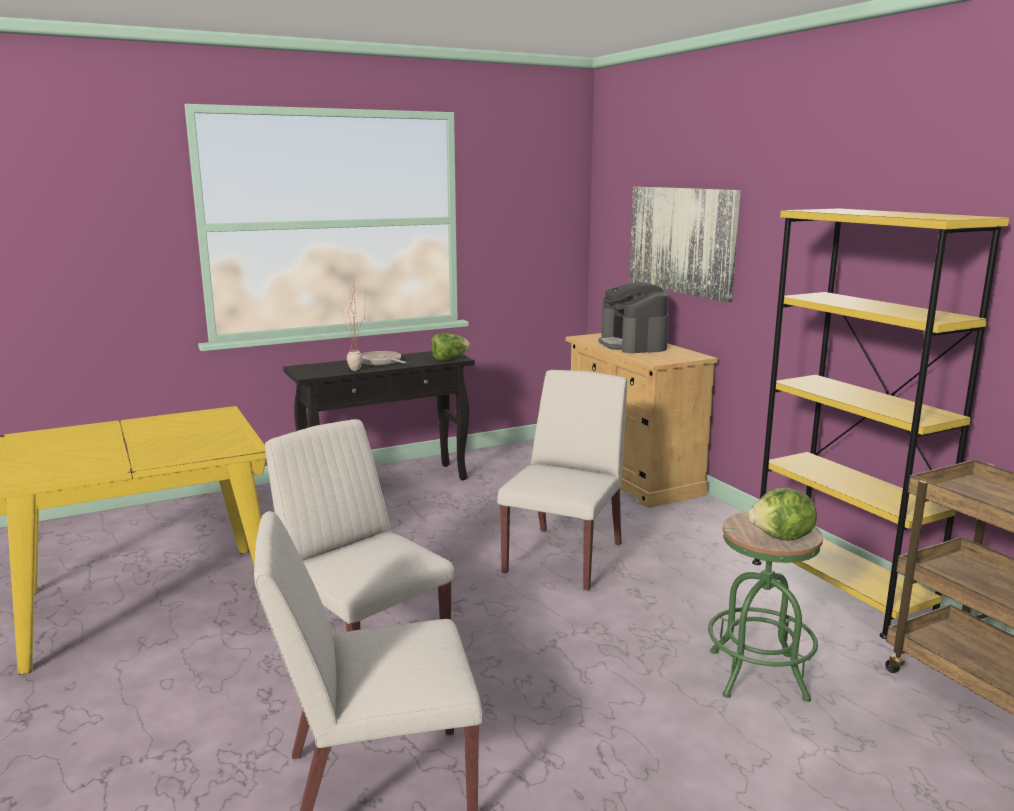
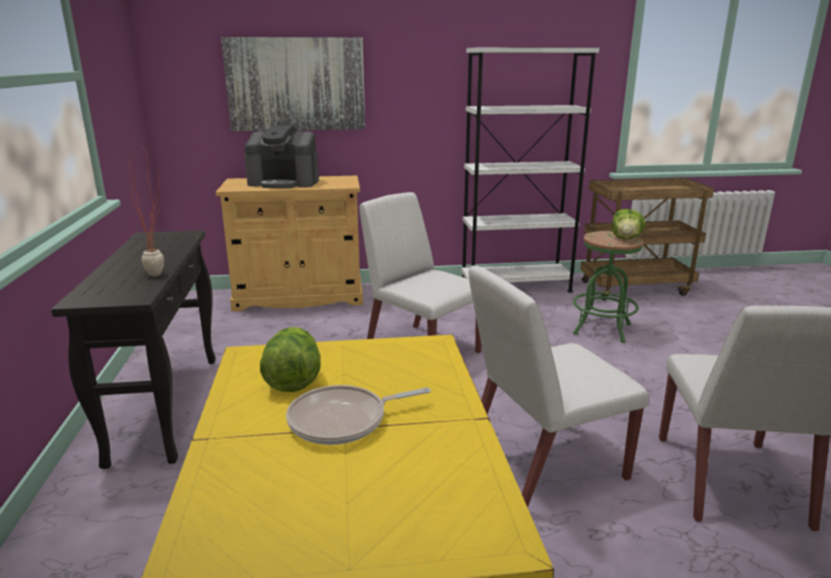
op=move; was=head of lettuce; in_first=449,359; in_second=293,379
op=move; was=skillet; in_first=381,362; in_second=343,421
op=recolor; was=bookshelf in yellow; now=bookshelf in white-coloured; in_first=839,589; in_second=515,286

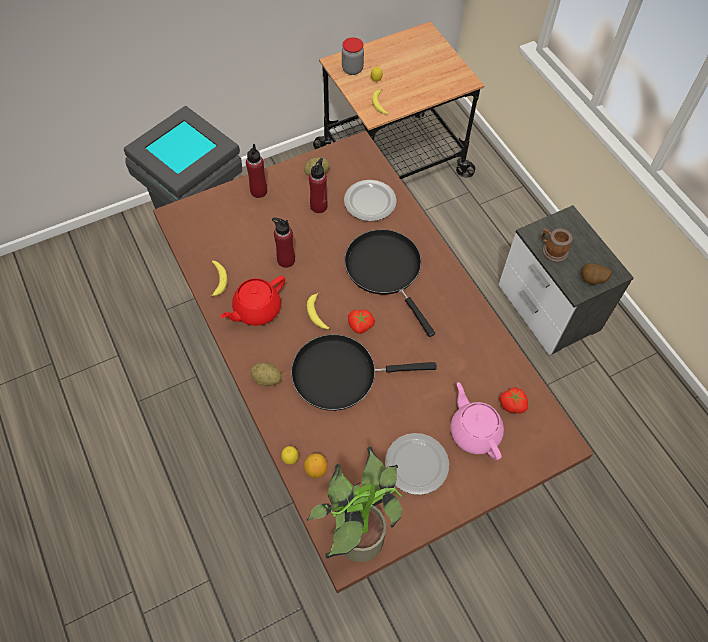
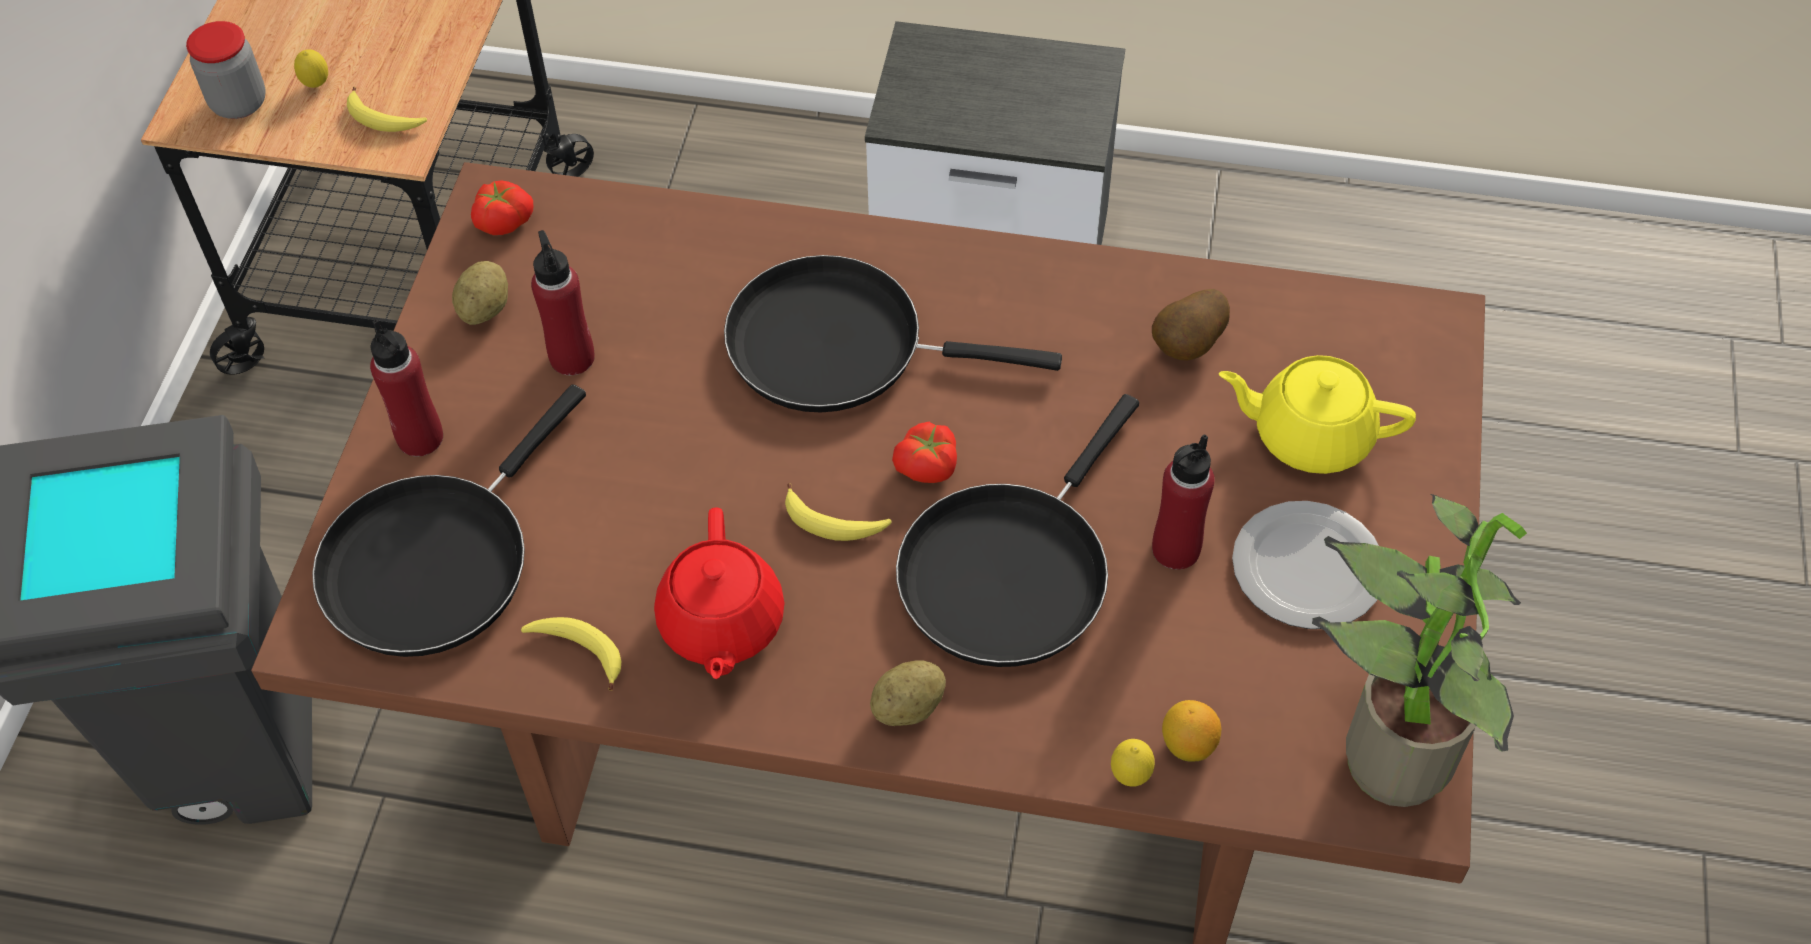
op=insert; now=skillet in black-coloured; in_second=435,561
op=move; was=tomato; in_first=512,403; in_second=503,220
op=move; was=potato; in_first=592,280; in_second=1189,346
op=move; was=beverage bottle in red; in_first=286,260; in_second=1175,549
op=recolor; was=pot for tea in pink; now=pot for tea in yellow; in_first=474,431; in_second=1309,435
op=delete; was=flat dish; in_first=371,202
op=delete; was=coffee mug; in_first=552,250

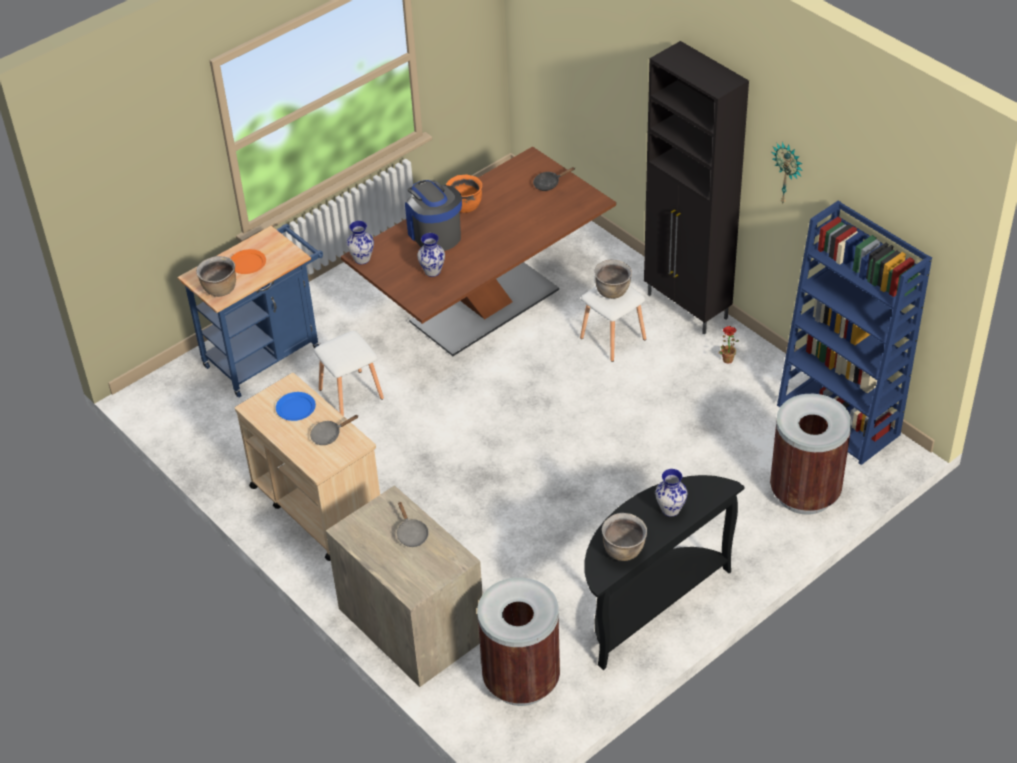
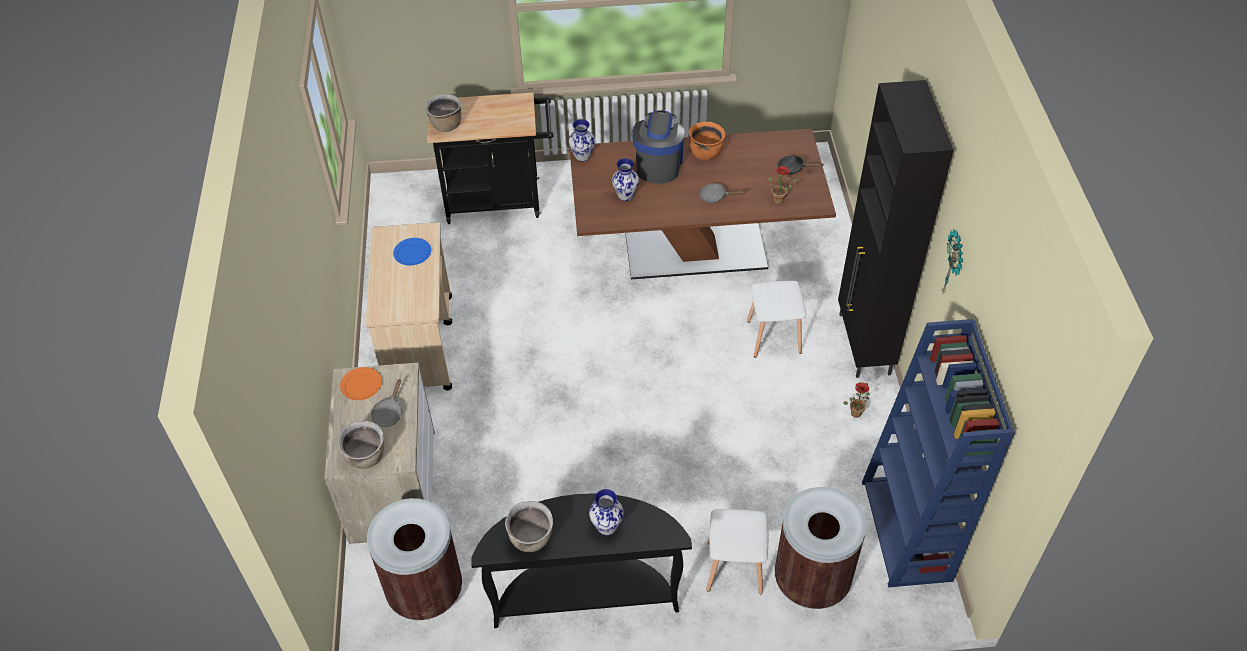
op=move; was=saucepot in brownish; in_first=612,292; in_second=366,457
op=move; was=flat dish in orange-coloured; in_first=248,263; in_second=361,385
op=recolor; was=trolley in bluish; now=trolley in black-coloured; in_first=268,354; in_second=500,201
op=move; was=skillet in greyish; in_first=329,435; in_second=715,196
op=move; was=sitting stool in white-coloured; in_first=350,393; in_second=734,566
op=insert; now=plant in a pot; in_second=780,200

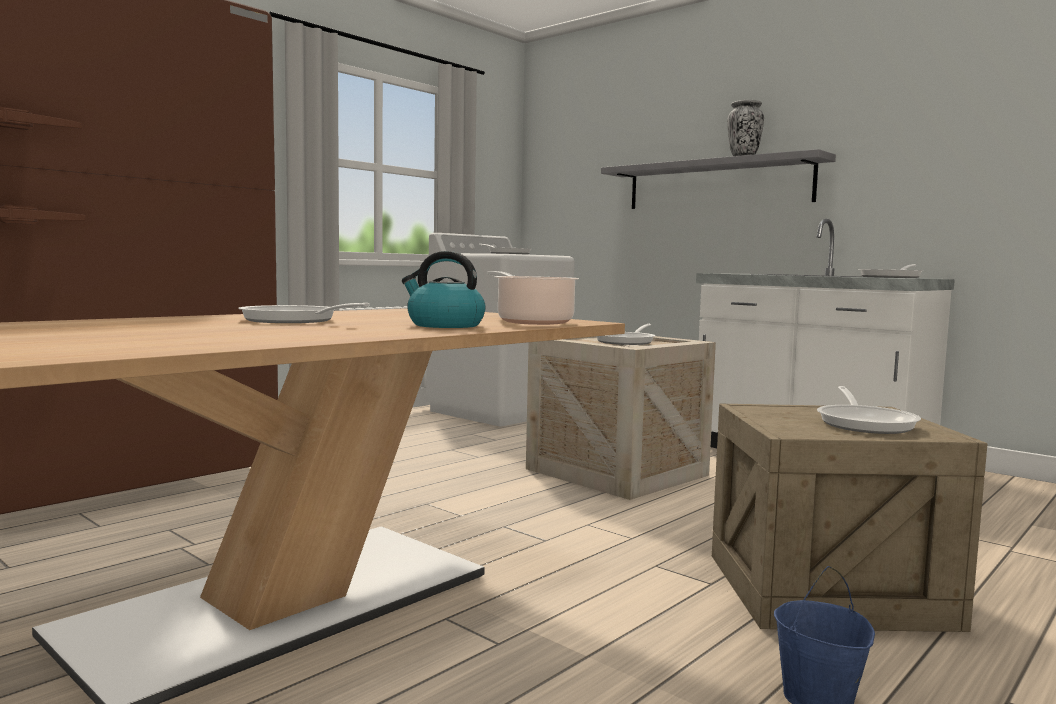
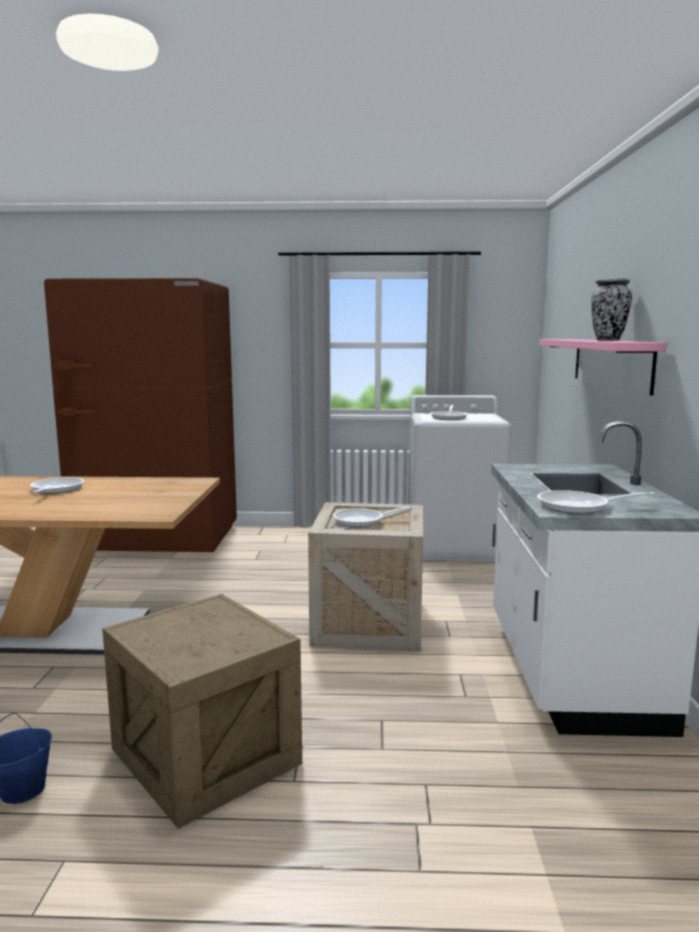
op=recolor; was=wall shelf in greyish; now=wall shelf in pink; in_first=717,184; in_second=610,363
op=delete; was=kettle; in_first=444,325
op=delete; was=saucepot; in_first=532,322
op=delete; was=skillet; in_first=865,423

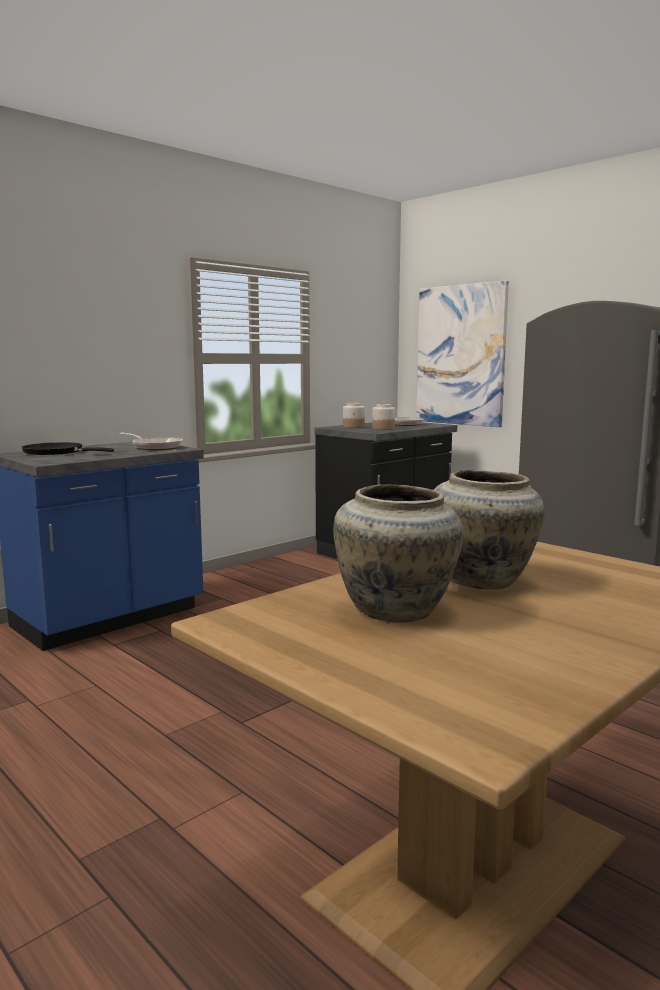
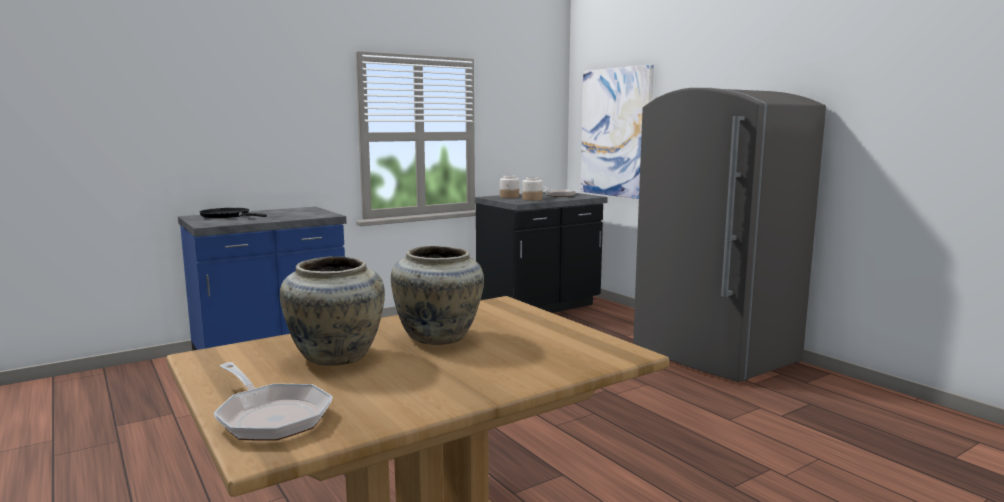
op=move; was=skillet; in_first=154,447; in_second=270,416

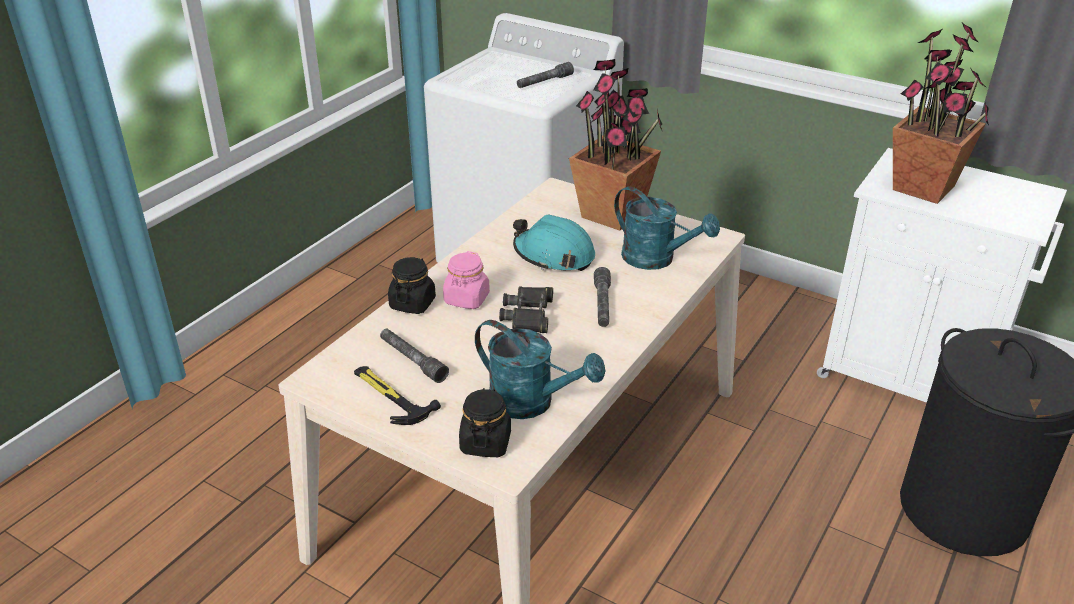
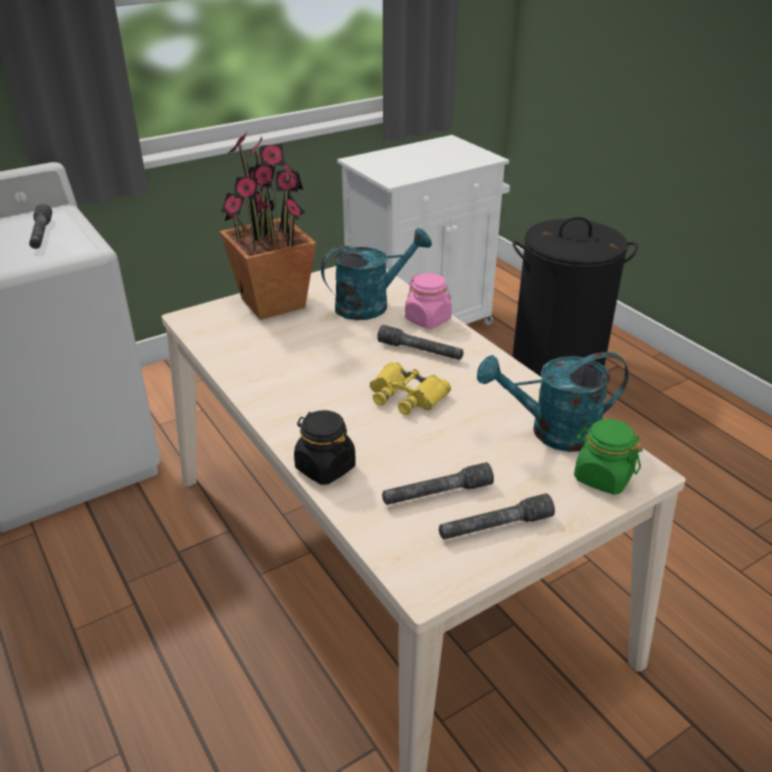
op=recolor; was=binoculars in black-coloured; now=binoculars in yellow; in_first=529,314; in_second=406,395
op=move; was=jar in pink; in_first=466,299; in_second=428,319
op=replace; was=hammer; now=flashlight in greyish; in_first=390,396; in_second=494,526
op=rotate; was=sprinkling can in blue-green; in_first=532,403; in_second=552,432; clockwise=-150
op=recolor; was=jar in black-coloured; now=jar in green; in_first=485,442; in_second=602,477
op=delete; was=hard hat in blue-green; in_first=554,255
op=delete; was=plant in a pot; in_first=923,188

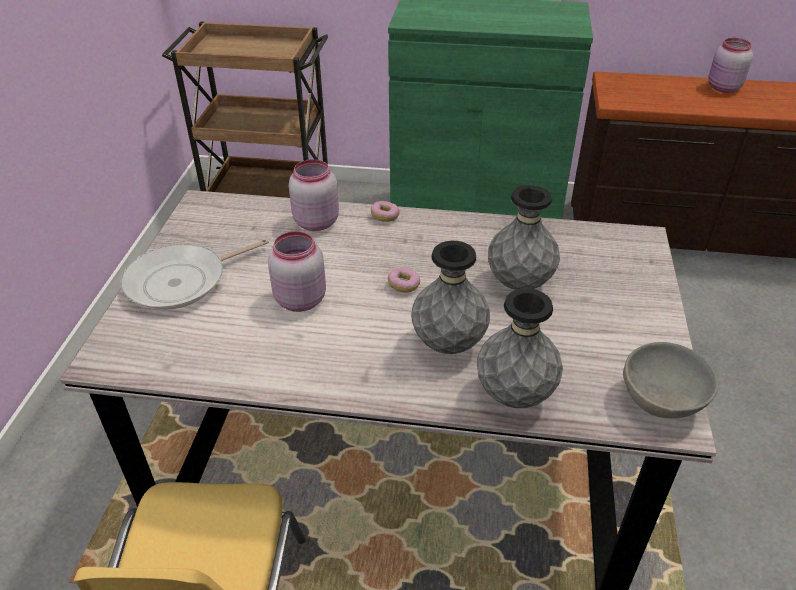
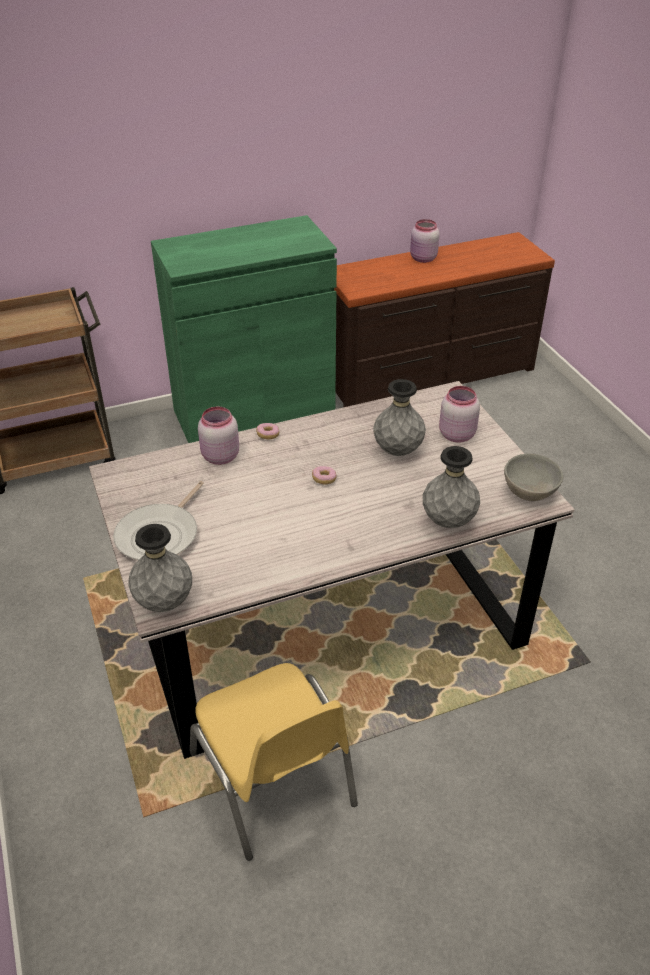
op=move; was=decorative vase in greyish; in_first=448,344; in_second=164,603
op=move; was=jar in pink; in_first=300,299; in_second=455,434

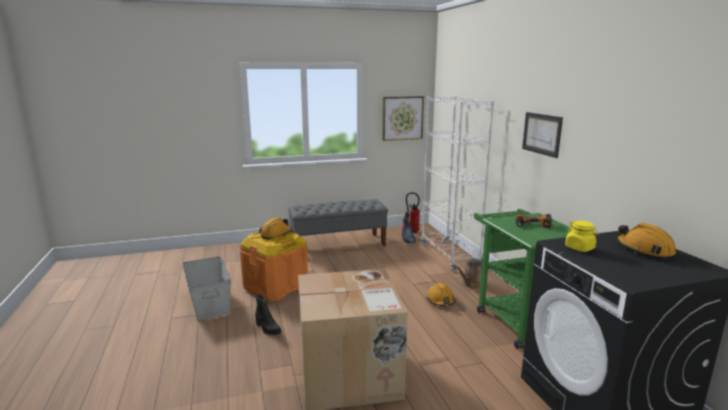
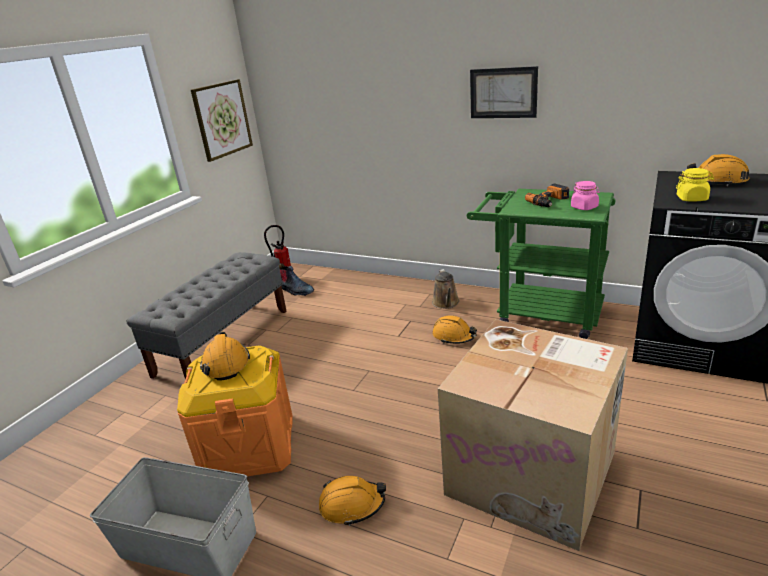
op=replace; was=boot in black-coloured; now=hard hat in orange-coloured; in_first=267,329; in_second=352,505
op=insert; now=jar in pink; in_second=584,207
op=delete; was=bookshelf in white-coloured; in_first=449,256

